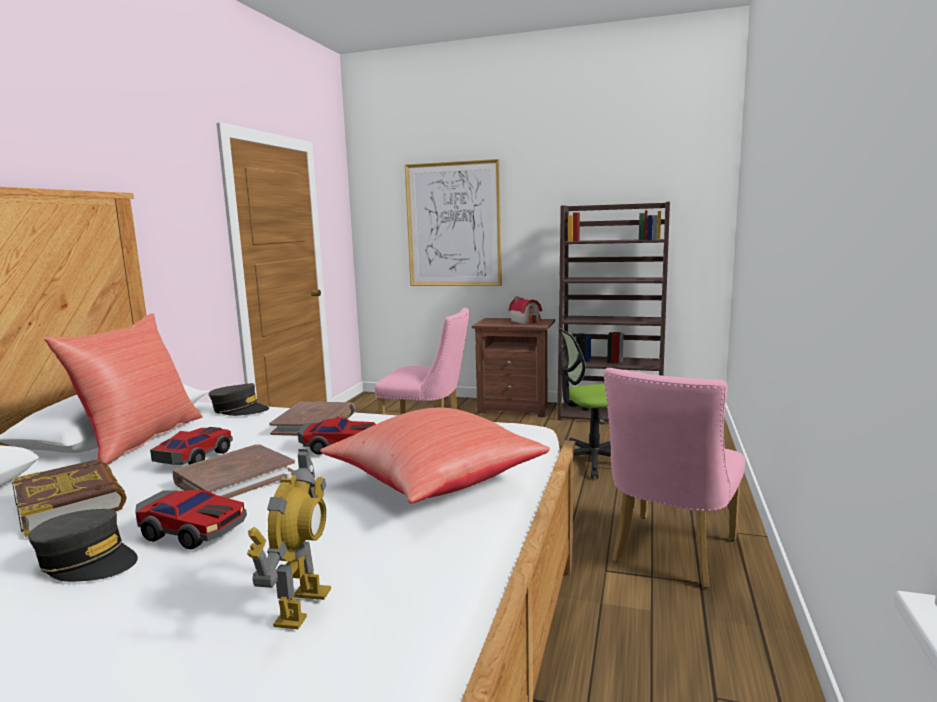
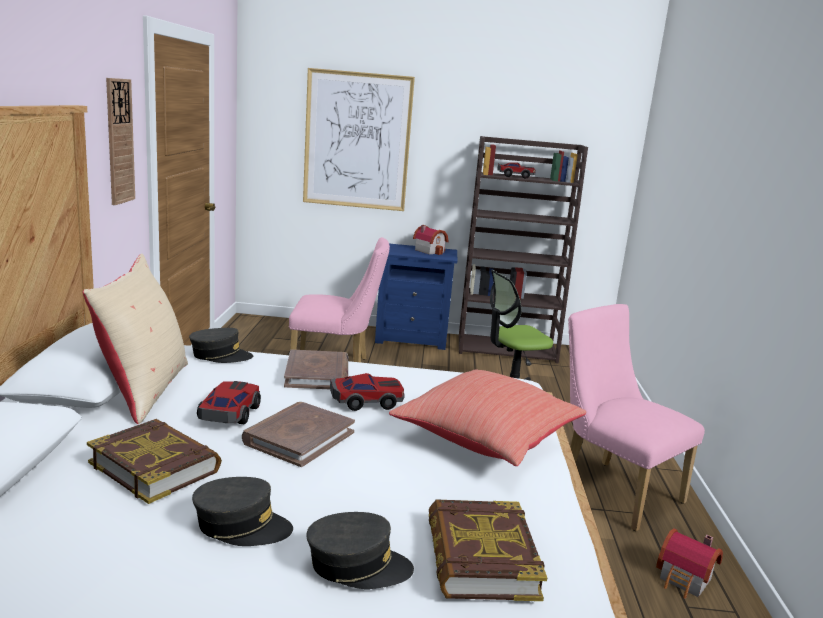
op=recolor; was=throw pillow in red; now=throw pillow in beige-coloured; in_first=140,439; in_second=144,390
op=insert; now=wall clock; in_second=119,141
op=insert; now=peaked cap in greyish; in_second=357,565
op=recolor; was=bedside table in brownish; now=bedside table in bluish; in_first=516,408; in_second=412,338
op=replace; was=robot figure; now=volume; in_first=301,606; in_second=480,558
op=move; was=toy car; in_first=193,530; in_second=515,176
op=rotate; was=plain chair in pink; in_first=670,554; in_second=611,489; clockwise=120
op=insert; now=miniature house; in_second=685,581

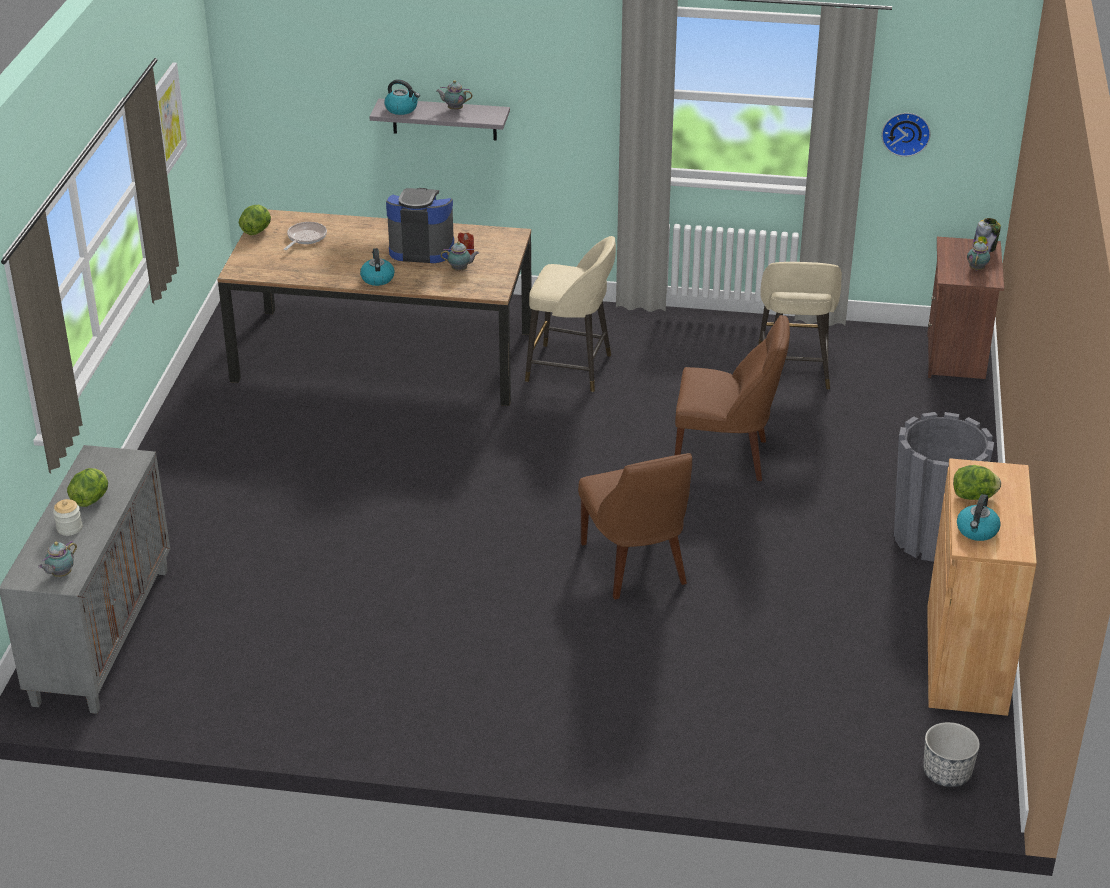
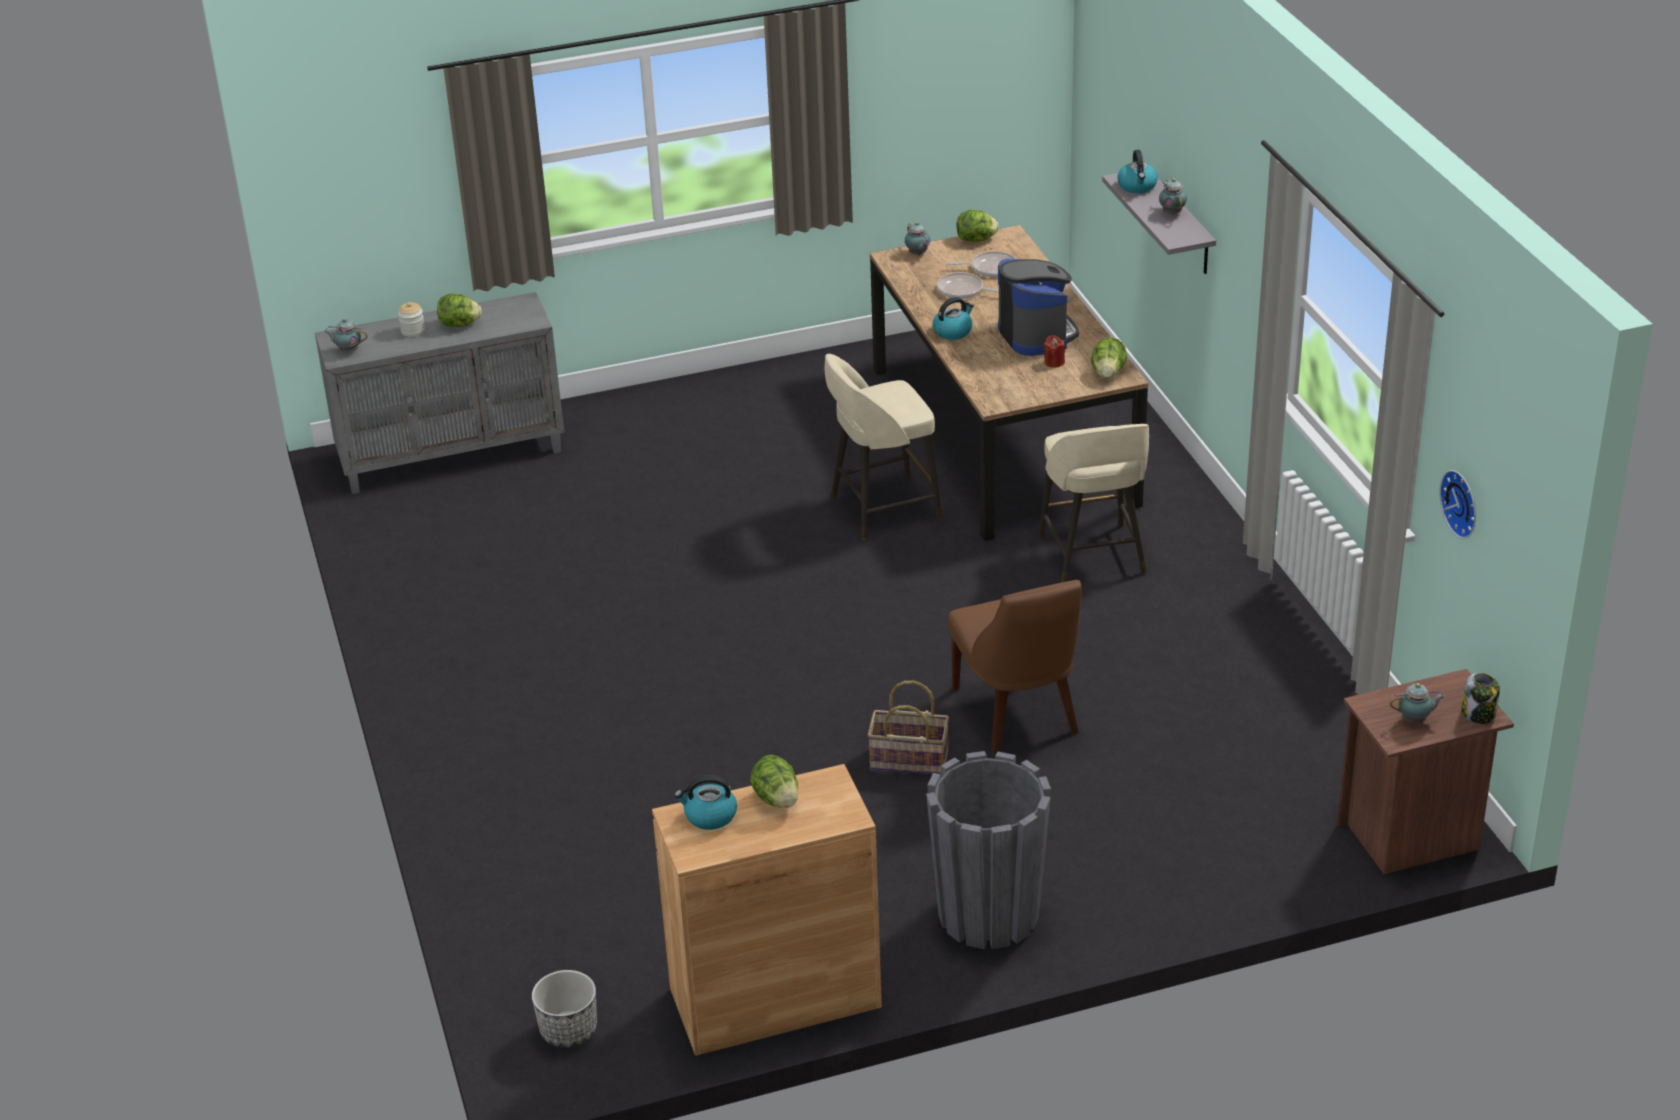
op=move; was=sitting stool in beige-coloured; in_first=793,370; in_second=882,508
op=insert; now=storage basket; in_second=908,760
op=move; was=pot for tea; in_first=460,270; in_second=918,254
op=insert; now=skillet; in_second=963,290
op=insert; now=head of lettuce; in_second=1108,373
op=delete; was=picture; in_first=166,120
op=delete; was=plain chair in brownish; in_first=635,566

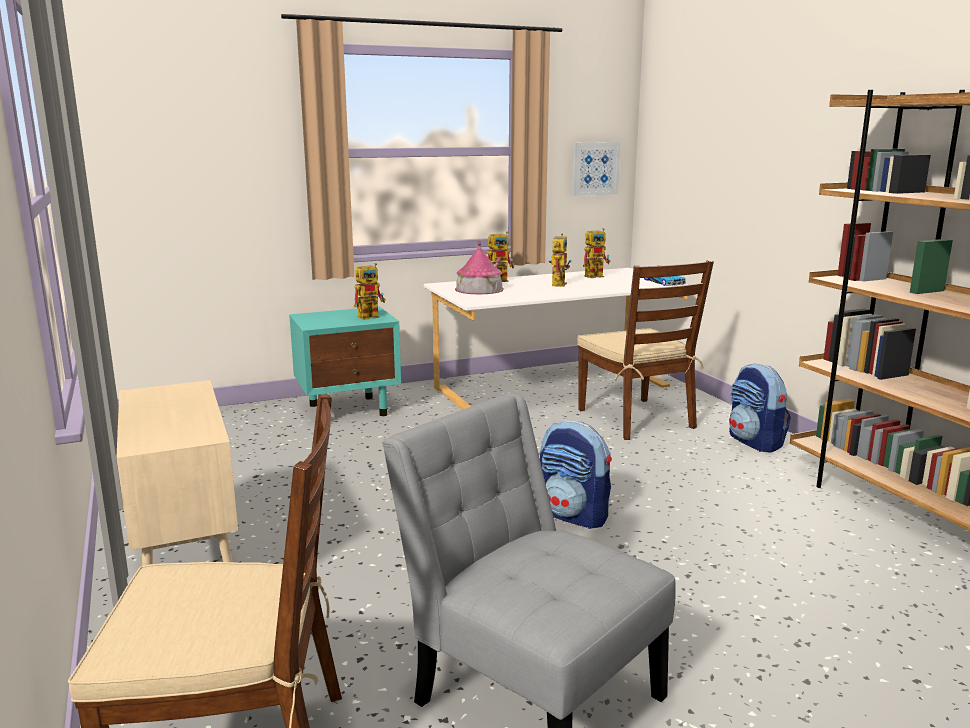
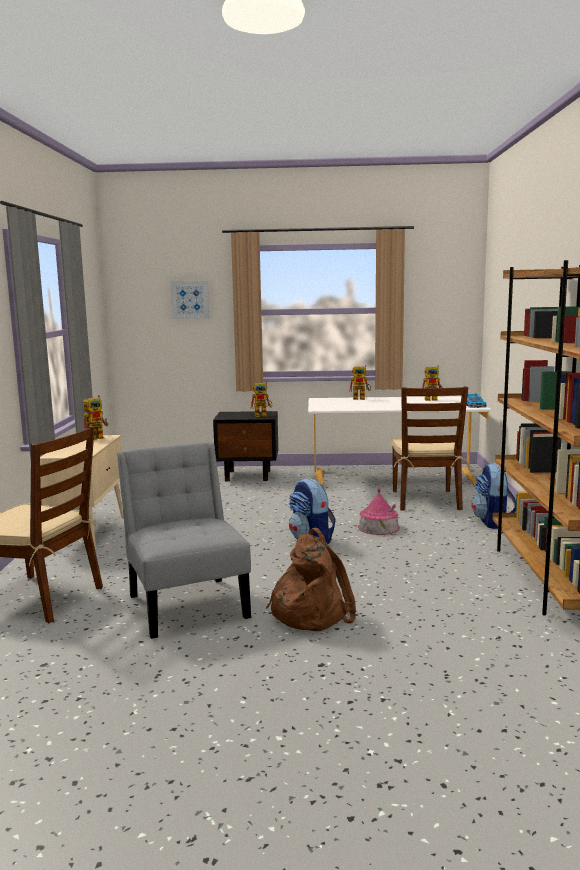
op=move; was=robot figure; in_first=558,284; in_second=97,437
op=move; was=picture; in_first=595,168; in_second=190,299
op=recolor; was=bedside table in blue-green; now=bedside table in black-coloured; in_first=349,409; in_second=249,475
op=insert; now=knapsack in brownish; in_second=310,613
op=move; was=miniature house; in_first=479,289; in_second=378,527

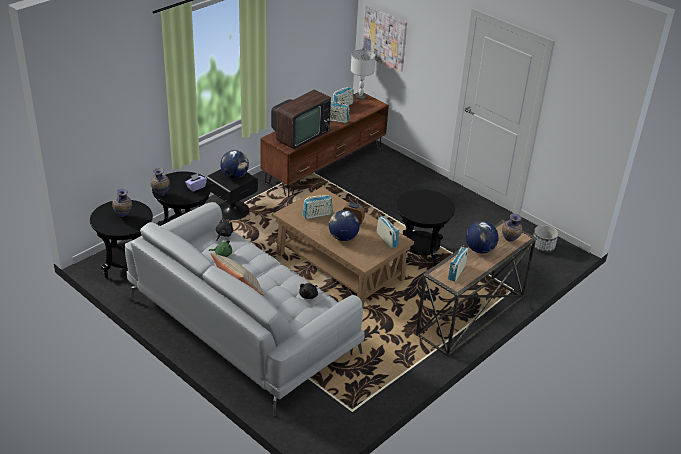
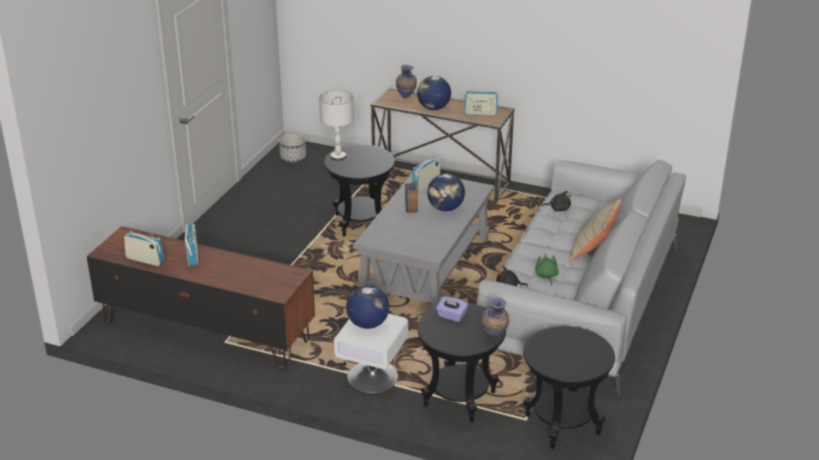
op=move; was=table lamp in greyish; in_first=360,97; in_second=338,157
op=recolor; was=bedside table in black-coloured; now=bedside table in white-coloured; in_first=232,210; in_second=372,377
op=recolor; was=coffee table in brownish; now=coffee table in greyish; in_first=339,266; in_second=426,267
op=delete; was=decorative vase; in_first=123,216
op=delete; was=TV; in_first=300,135
op=delete; was=radio receiver; in_first=317,215
op=delete; was=picture; in_first=385,38

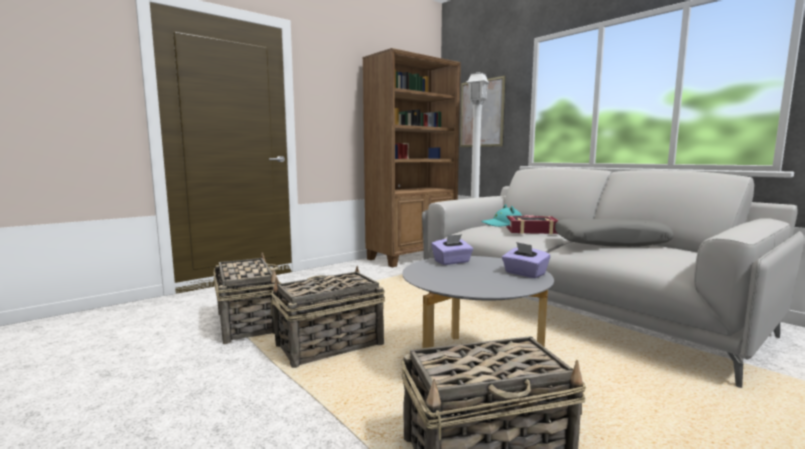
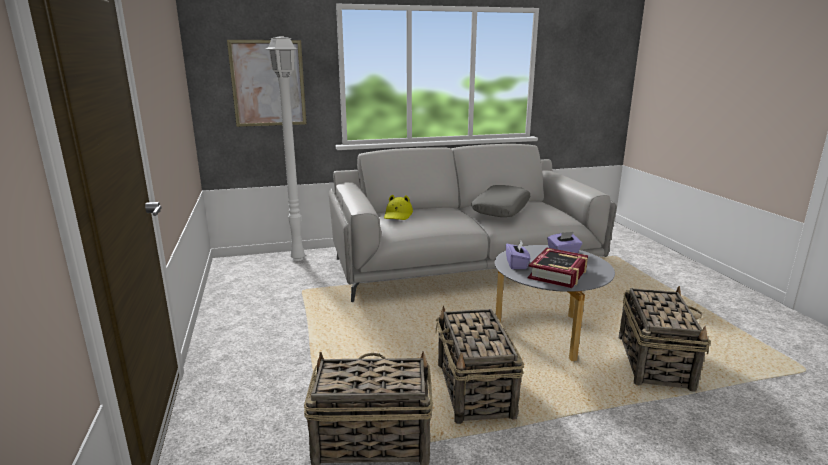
op=recolor; was=hat in blue-green; now=hat in yellow; in_first=502,224; in_second=398,215
op=move; was=volume; in_first=531,230; in_second=558,273
op=delete; was=bookshelf in brownish; in_first=412,256

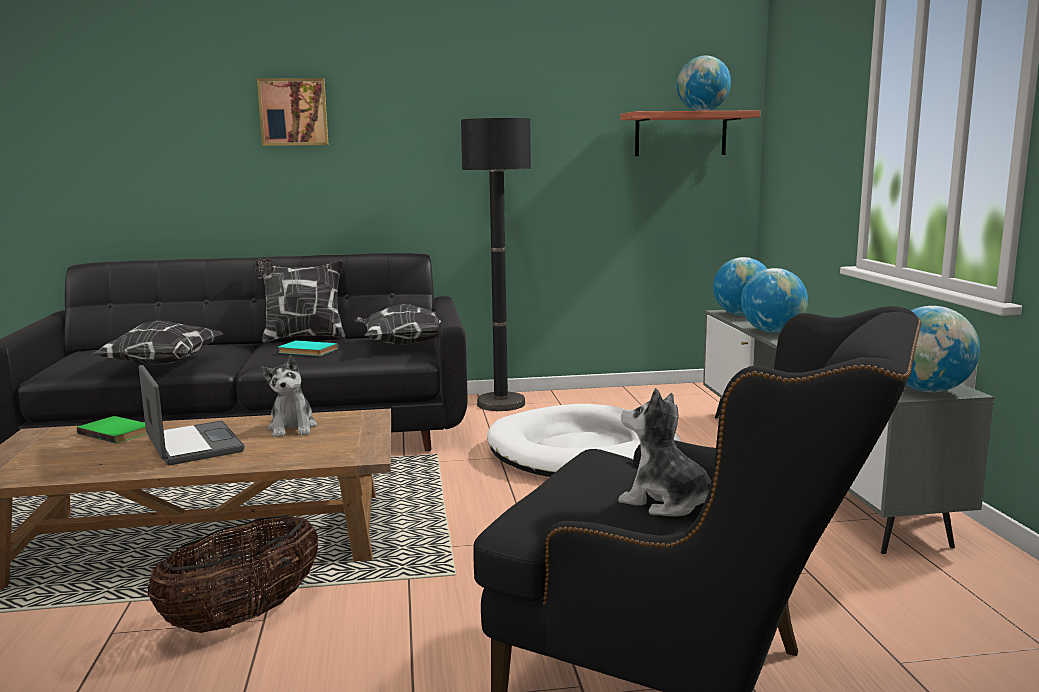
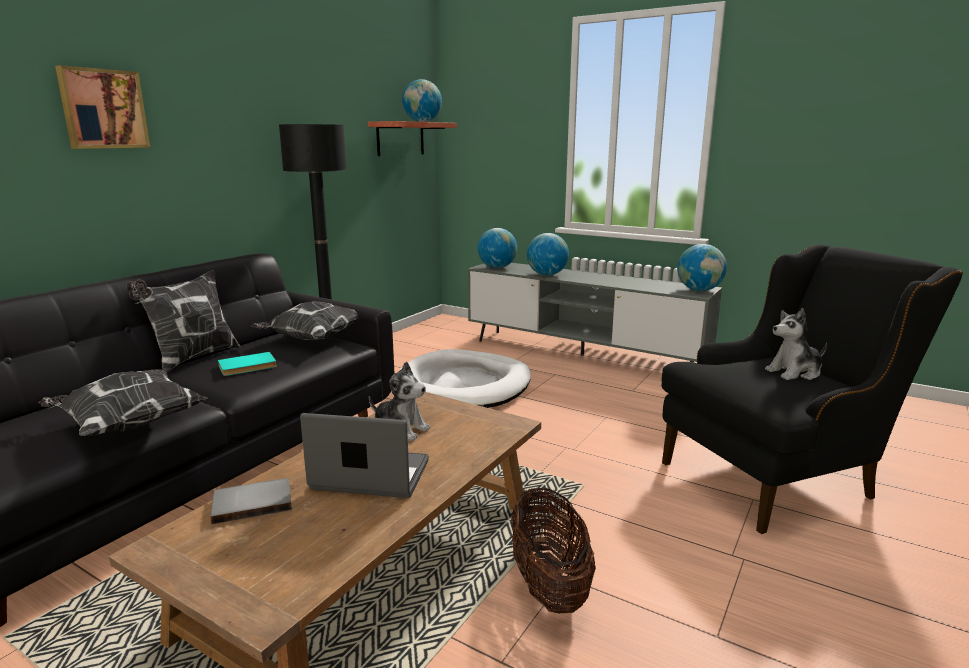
op=recolor; was=volume in green; now=volume in greyish; in_first=117,432; in_second=252,502

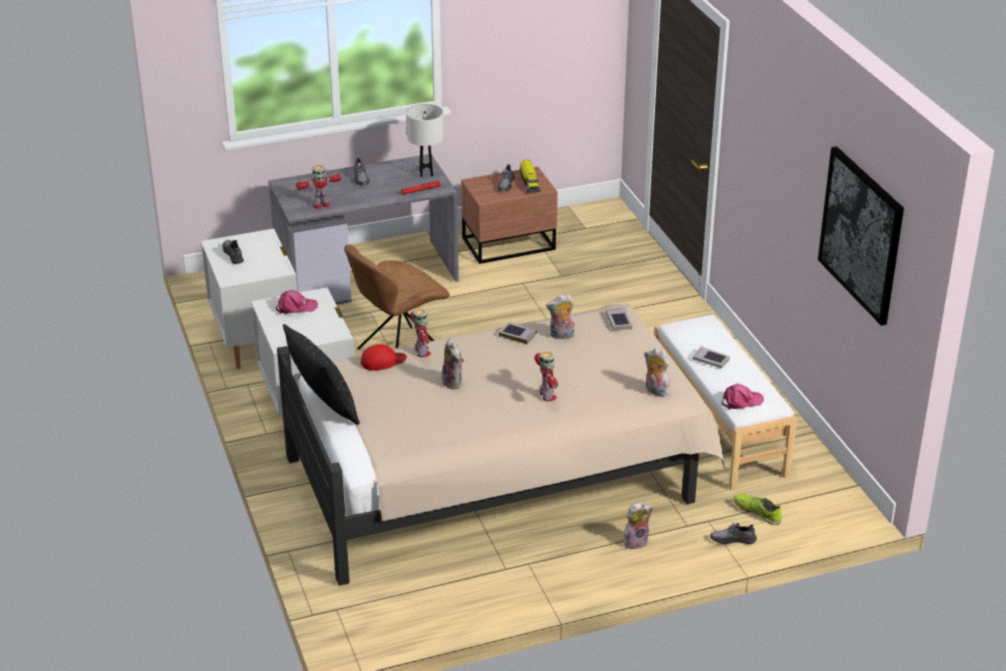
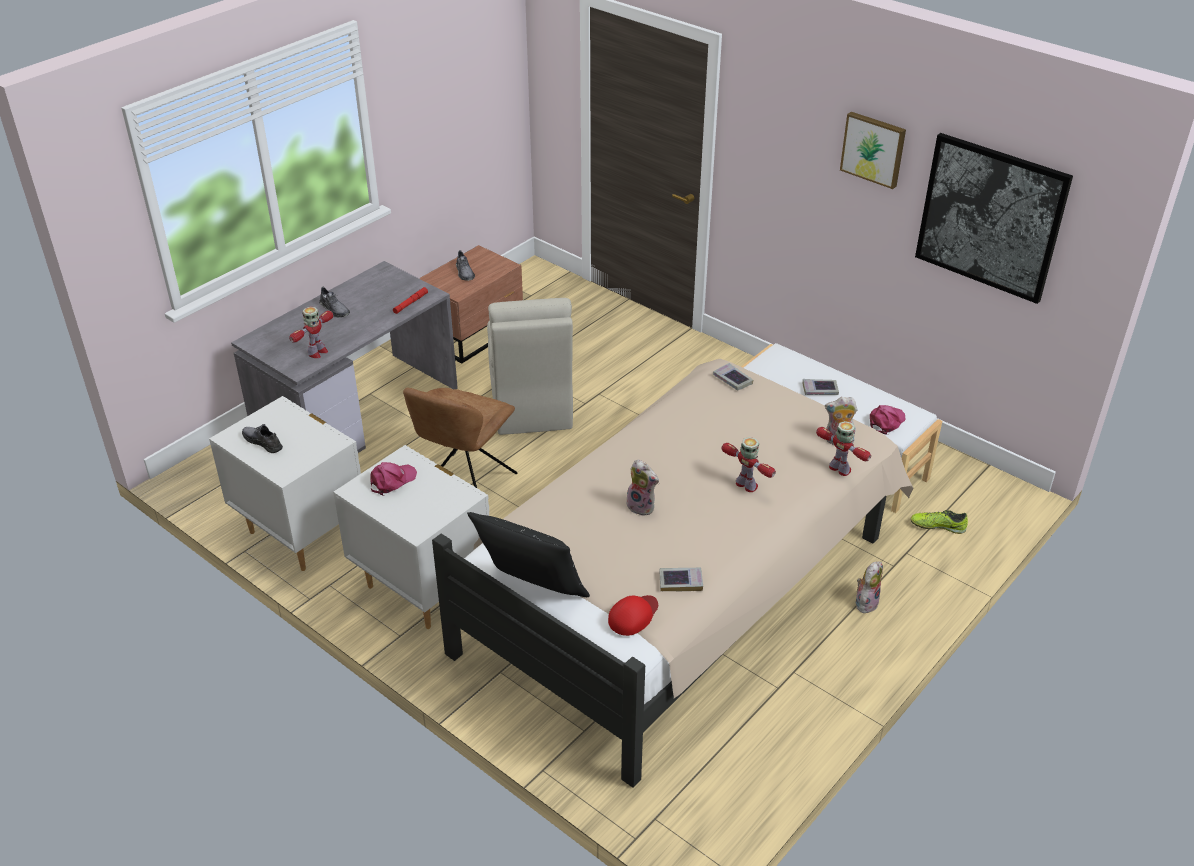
op=insert; now=plain chair in beige-coloured; in_second=531,405
op=move; was=peaked cap in red; in_first=382,361; in_second=633,616
op=move; was=volume; in_first=517,335; in_second=680,582
op=move; was=robot figure; in_first=422,352; in_second=840,469
op=insert; now=picture; in_second=874,149
op=delete; was=table lamp in white-coloured; in_first=426,173
op=delete; was=model truck; in_first=529,182
op=delete; was=soft toy; in_first=561,336
op=delete; was=item of footwear in greyish; in_first=732,539

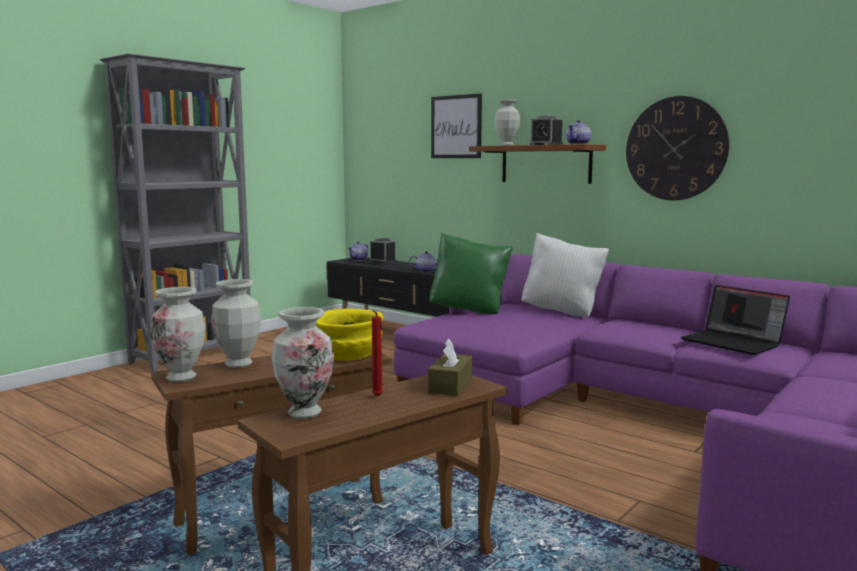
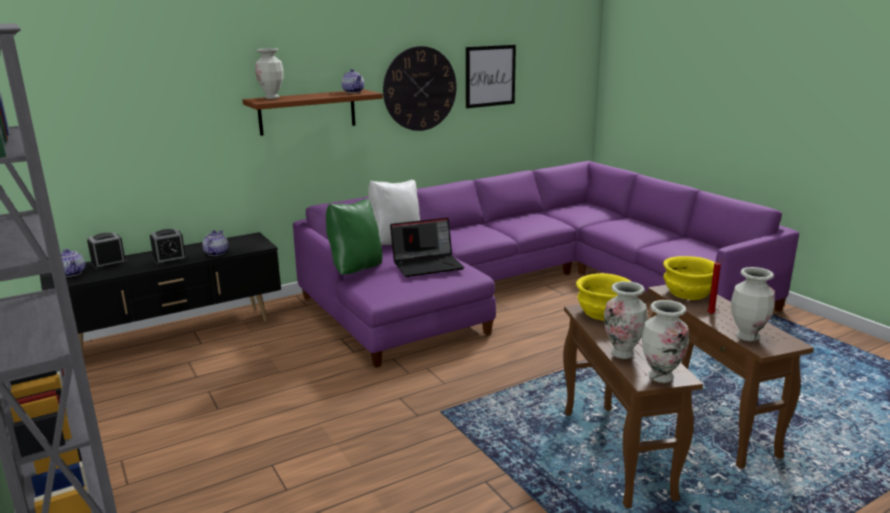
op=move; was=table clock; in_first=545,145; in_second=169,259
op=move; was=notebook computer; in_first=733,343; in_second=428,265
op=move; was=picture; in_first=456,127; in_second=490,76
op=replace; was=tissue holder in brownish; now=bowl in yellow; in_first=450,386; in_second=689,292

